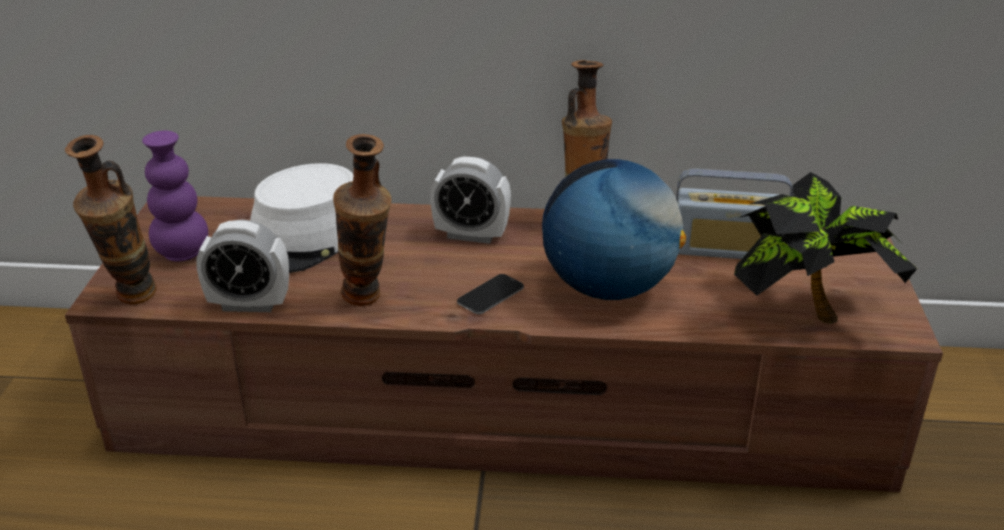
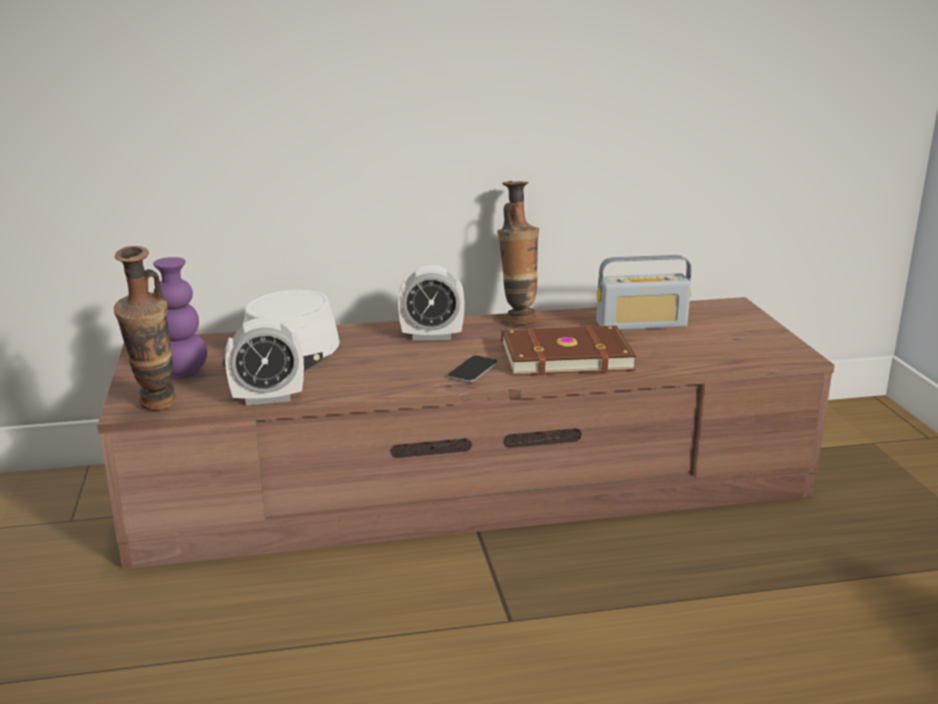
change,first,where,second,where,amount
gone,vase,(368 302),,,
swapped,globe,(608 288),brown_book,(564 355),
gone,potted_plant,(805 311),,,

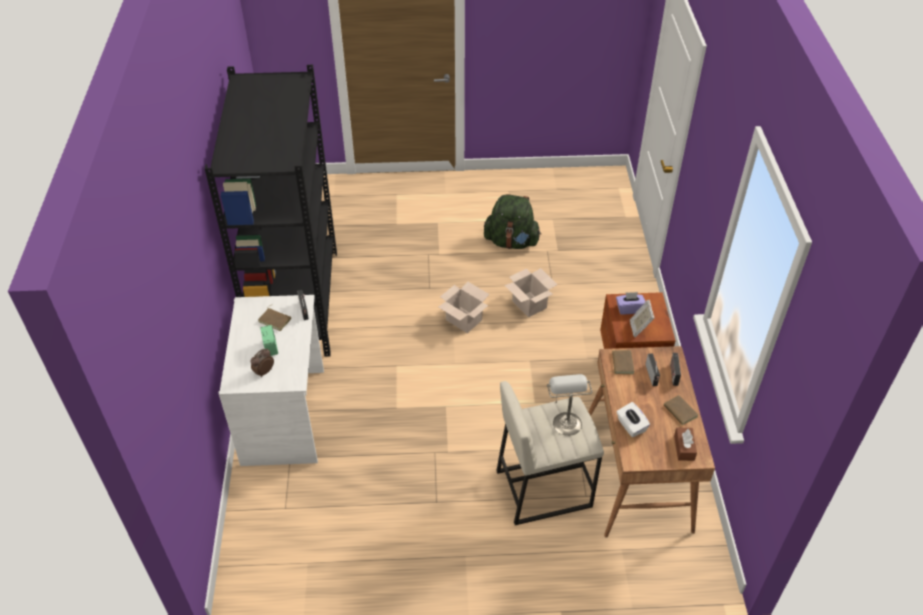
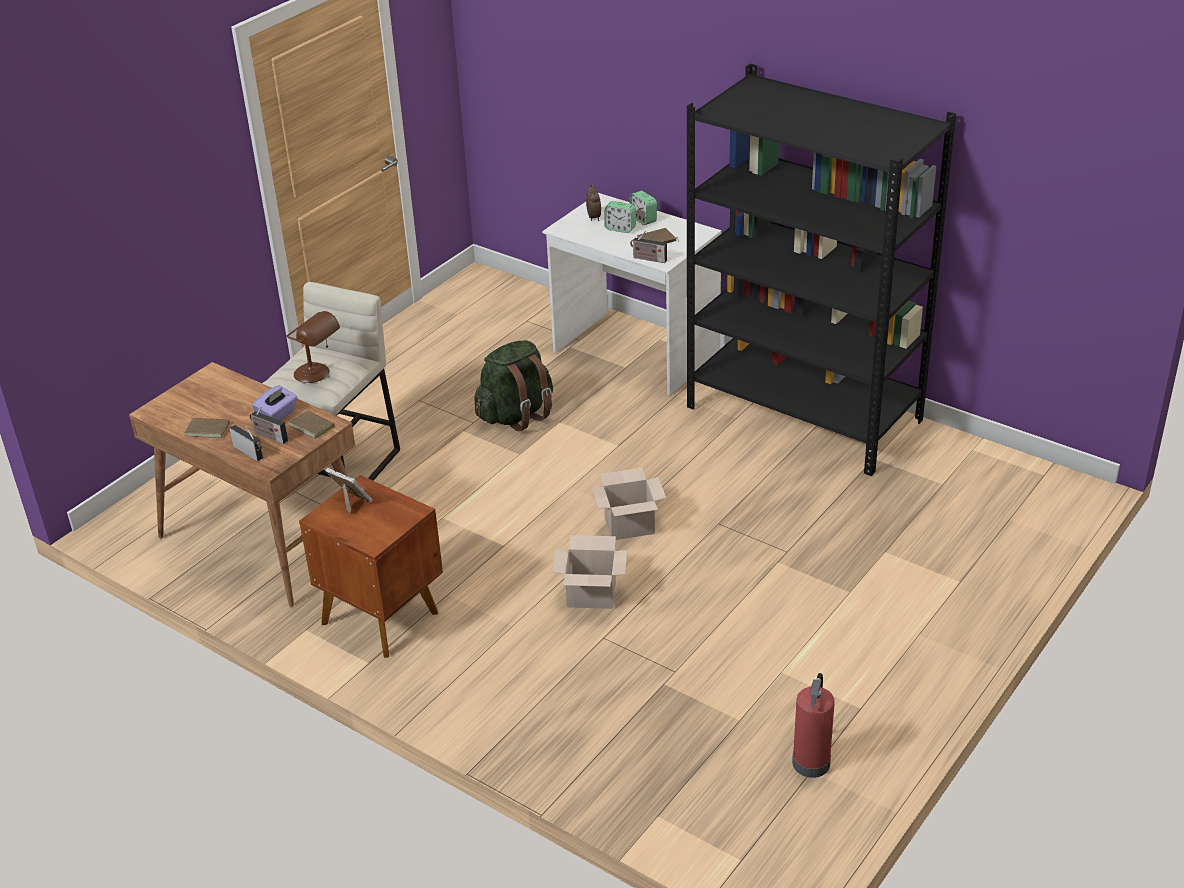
change,first,where,second,where,amount
shifted,green_backpack,(511 242),,(516 415),
shifted,purple_tissue_box,(629 309),,(277 415),
repainted,white_table_lamp,(565 418),brown_table_lamp,(318 374),
gone,white_tissue_box,(631 426),,,
gone,brown_tissue_box,(684 448),,,
new,,,alarm_clock,(643 219),
new,,,fire_extinguisher,(811 761),

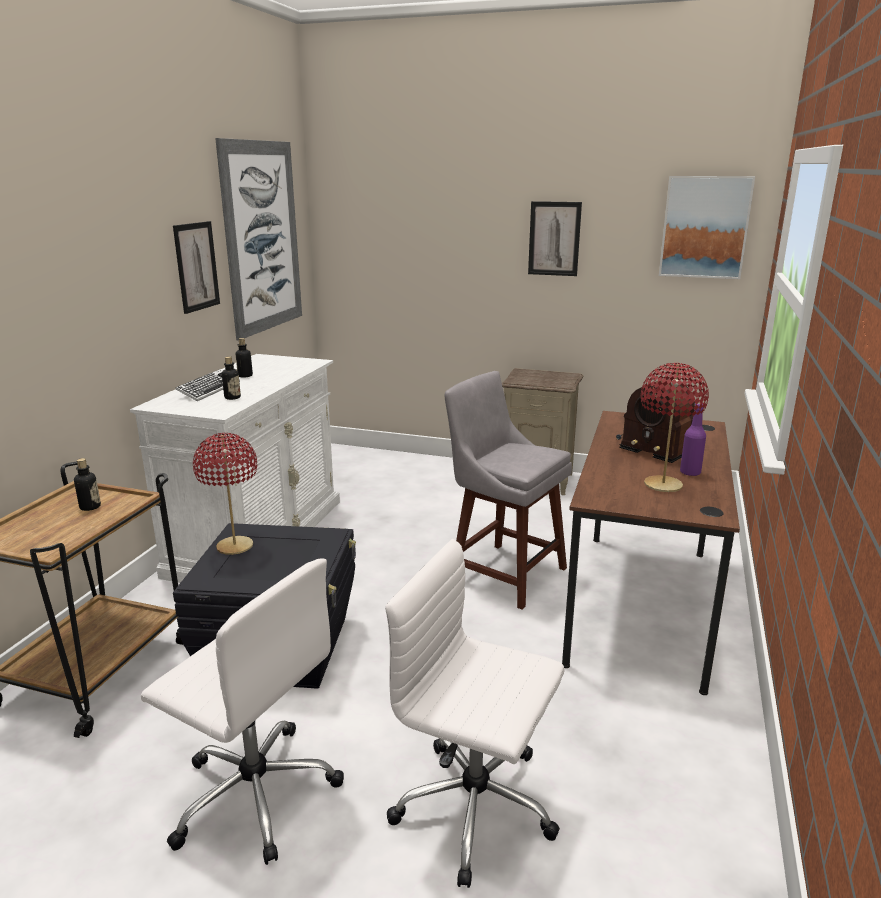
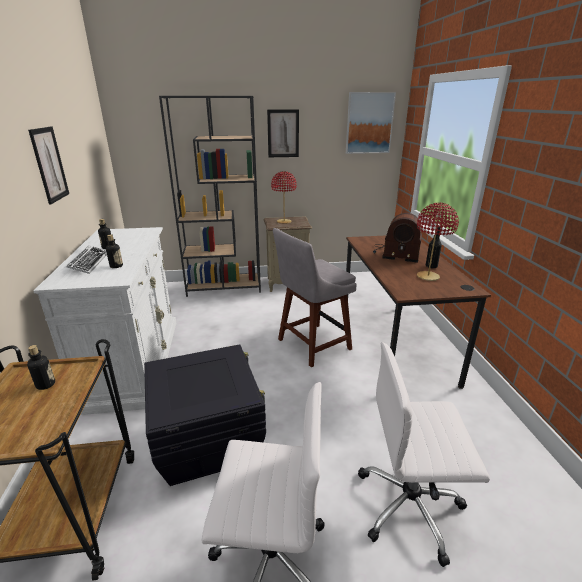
change,first,where,second,where,amount
gone,picture,(262 237),,,
rotated,grey_chair,(503 572),,(311 345),45 degrees counterclockwise
repainted,purple_bottle,(690 472),black_bottle,(431 266),
shifted,red_table_lamp,(235 546),,(284 222),
new,,,bookcase,(224 287),

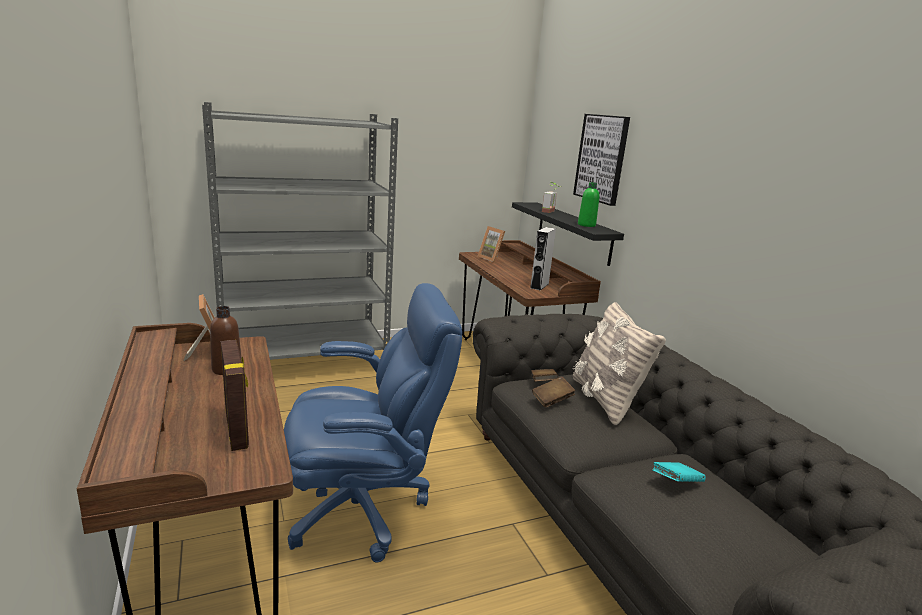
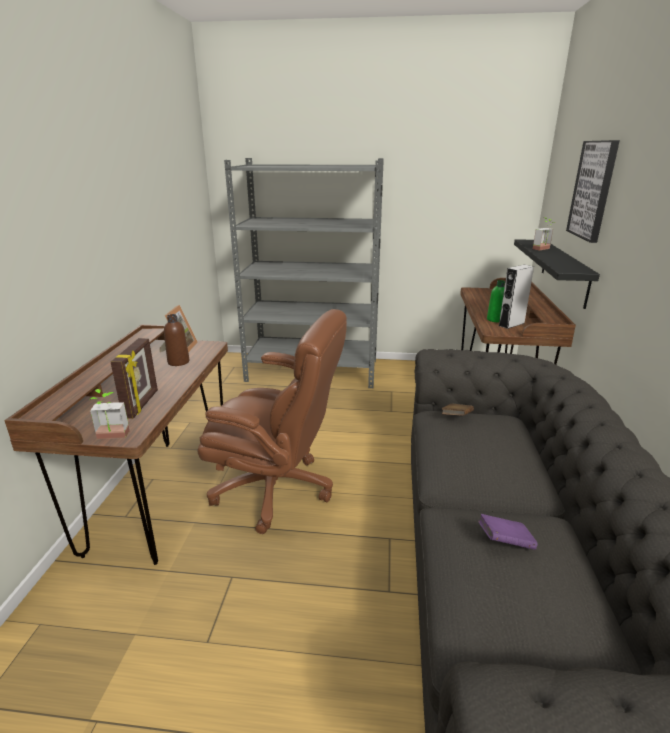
change,first,where,second,where,amount
shifted,green_bottle,(586 225),,(495 320),
gone,picture_frame,(491 258),,,
repainted,blue_office_chair,(364 511),brown_office_chair,(278 493),
gone,beige_pillow,(604 400),,,
gone,brown_book,(552 400),,,
repainted,turquoise_book,(676 482),purple_book,(505 542),
new,,,potted_plant,(111 437),

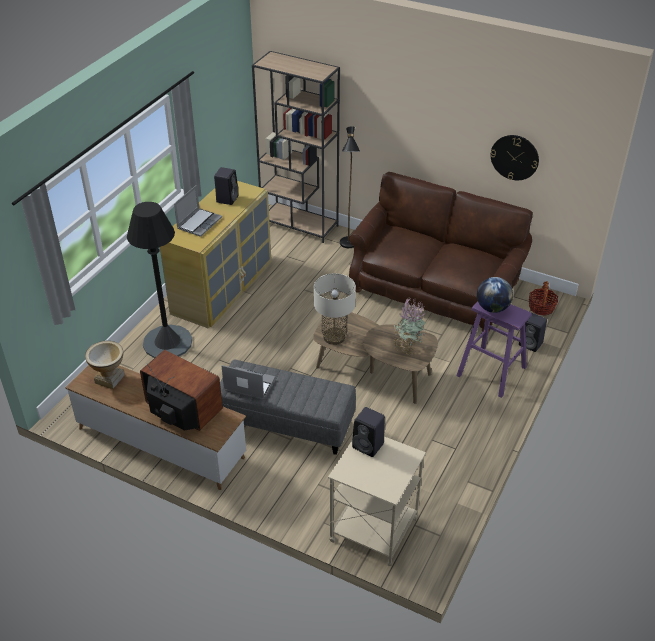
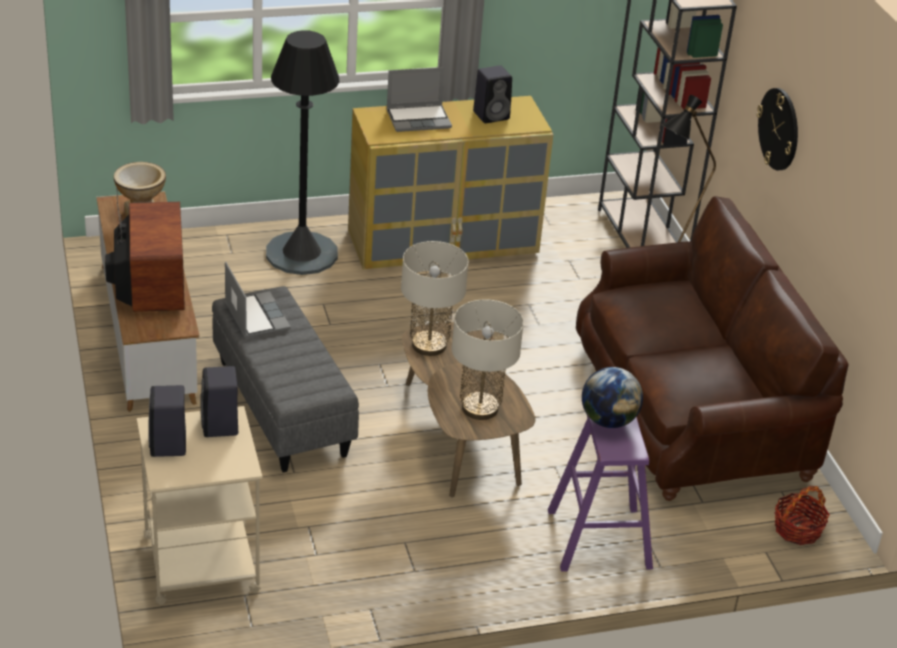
change,first,where,second,where,amount
shifted,wall_clock,(514 157),,(779 129),
swapped,potted_plant,(407 348),table_lamp,(480 408),
shifted,black_speaker,(531 344),,(168 446),

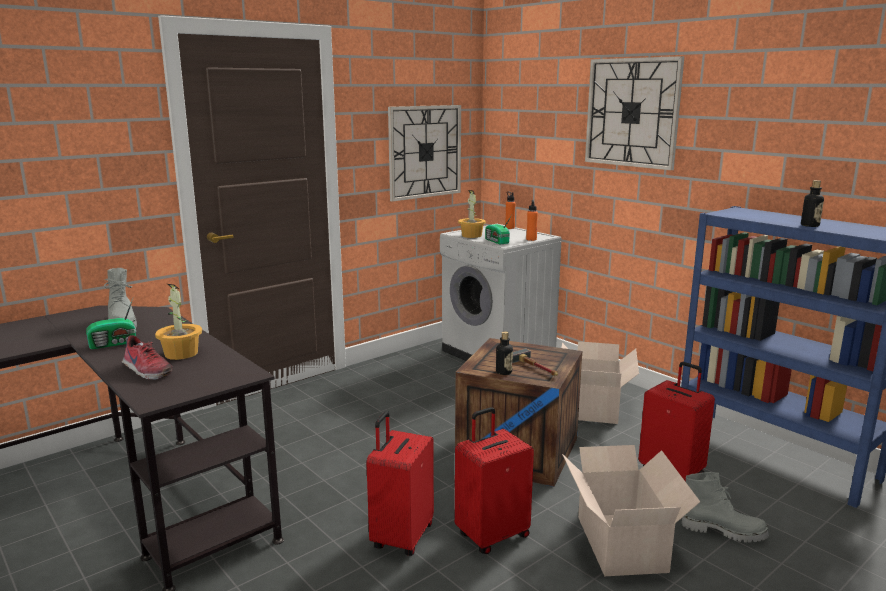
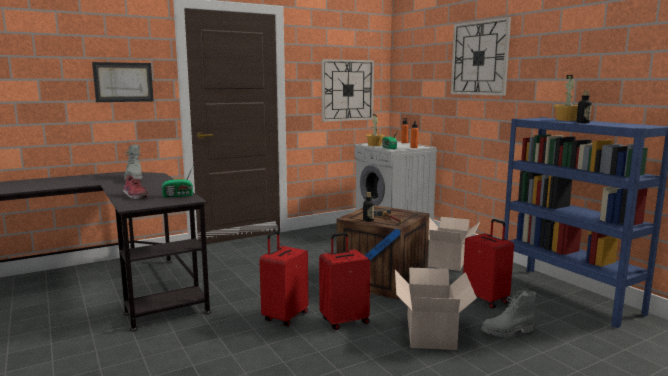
change,first,where,second,where,amount
shifted,potted_plant,(181 354),,(566 120),
shifted,radio,(114 344),,(179 196),
rotated,grey_boot,(723 530),,(508 332),135 degrees clockwise
new,,,picture,(123 82),

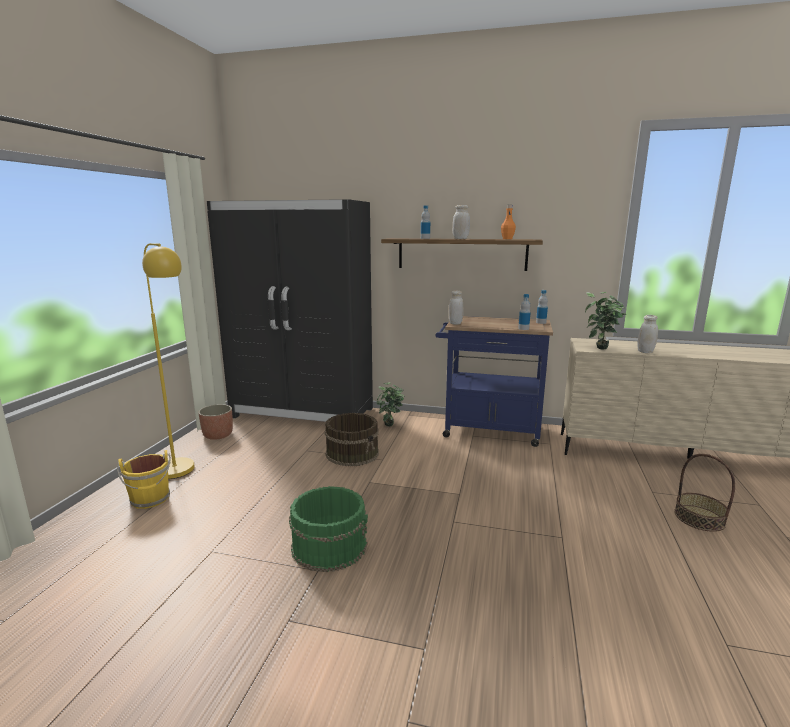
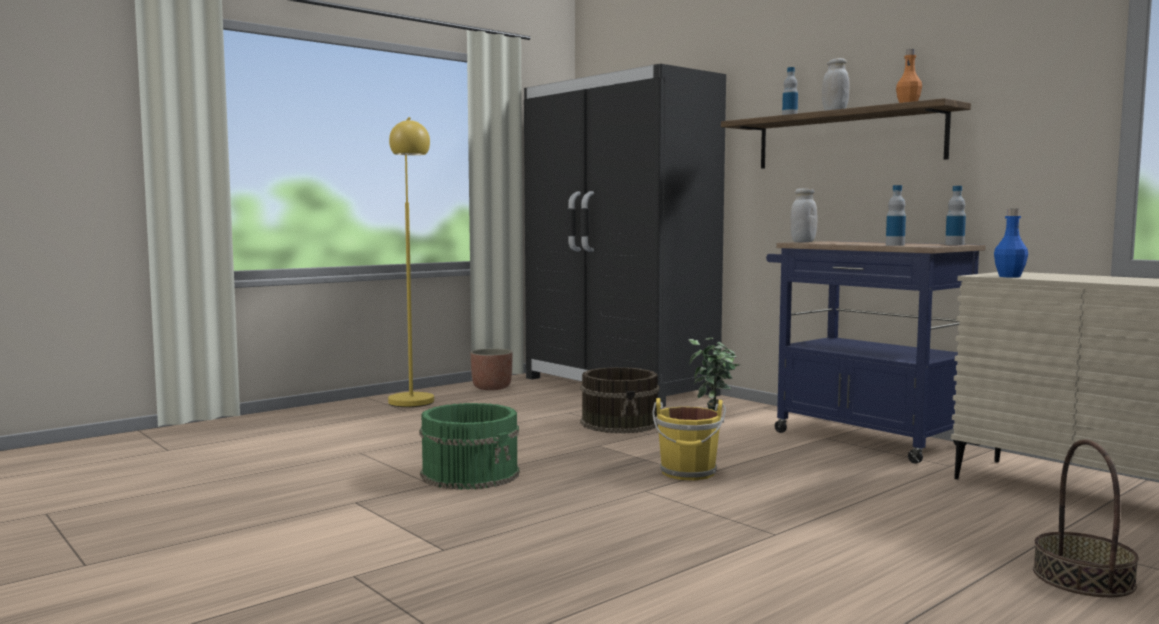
change,first,where,second,where,amount
swapped,potted_plant,(600 350),blue_bottle,(1009 276),
gone,white_jar,(645 352),,,
shifted,yellow_bucket,(150 499),,(688 473),

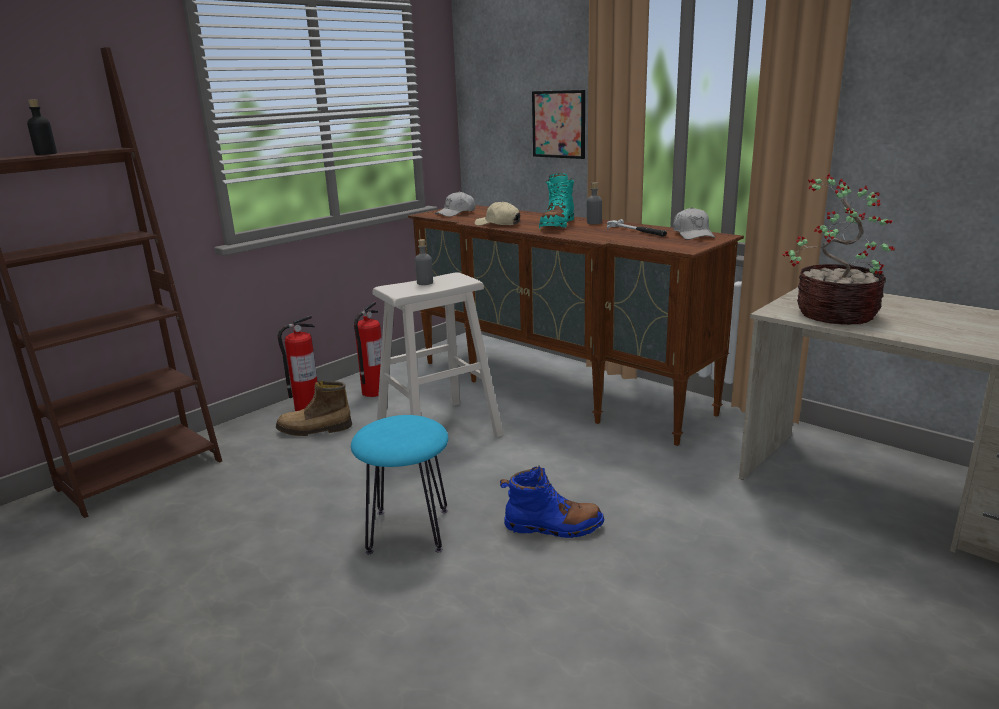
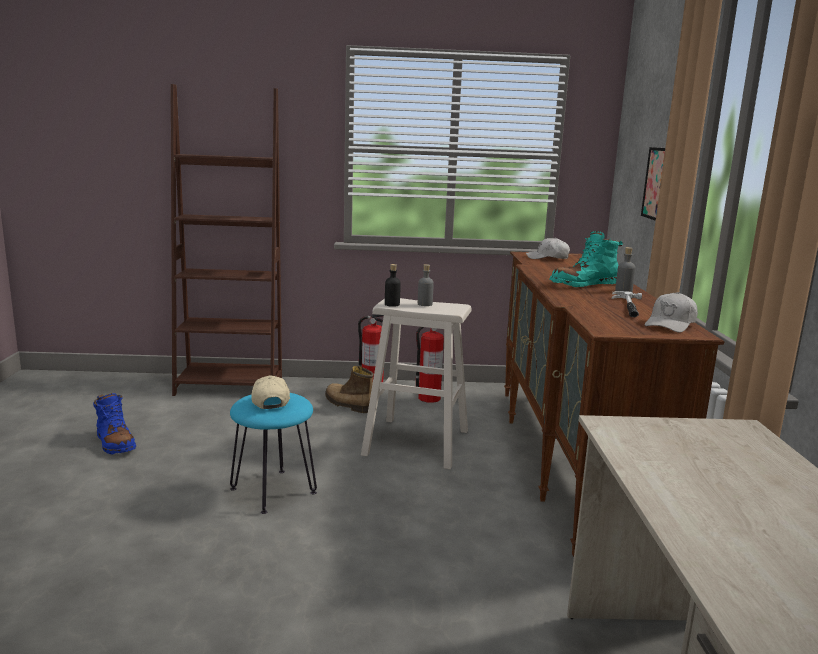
change,first,where,second,where,amount
shifted,black_bottle,(46 154),,(392 304),
gone,potted_plant,(833 314),,,
shifted,beige_cap,(498 224),,(270 401),
shifted,blue_boot,(553 527),,(115 443),

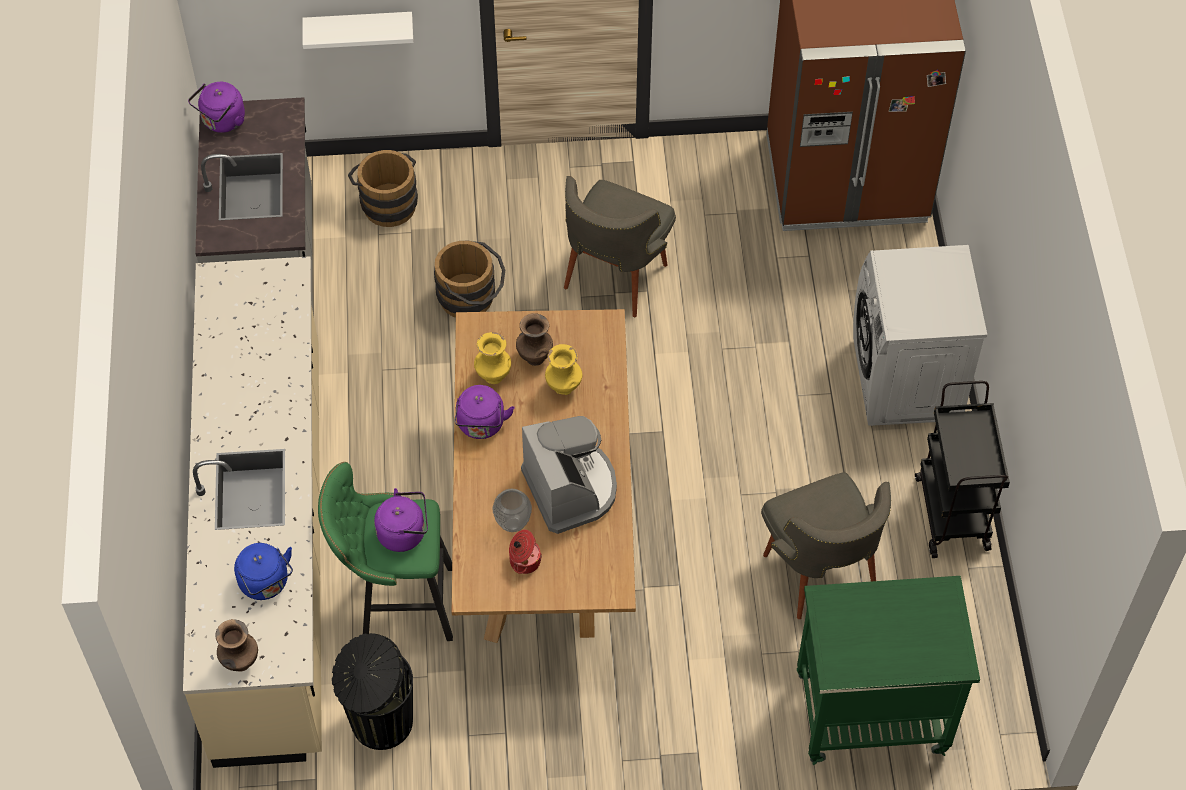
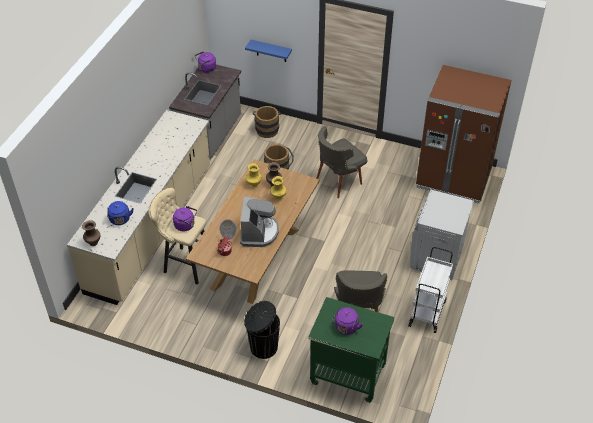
change,first,where,second,where,amount
repainted,white_shelf,(359 29),blue_shelf,(271 51),
repainted,black_cart,(952 514),white_cart,(427 313),
shifted,purple_kettle,(481 426),,(346 328),
repainted,green_stool,(394 603),beige_stool,(183 263),
shifted,black_trash_can,(380 722),,(262 347),

